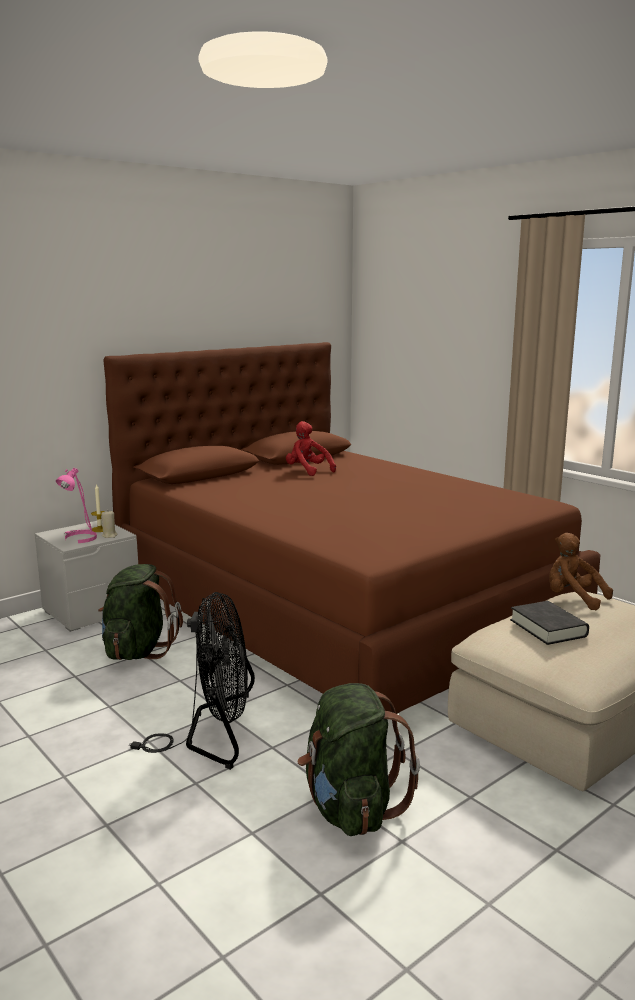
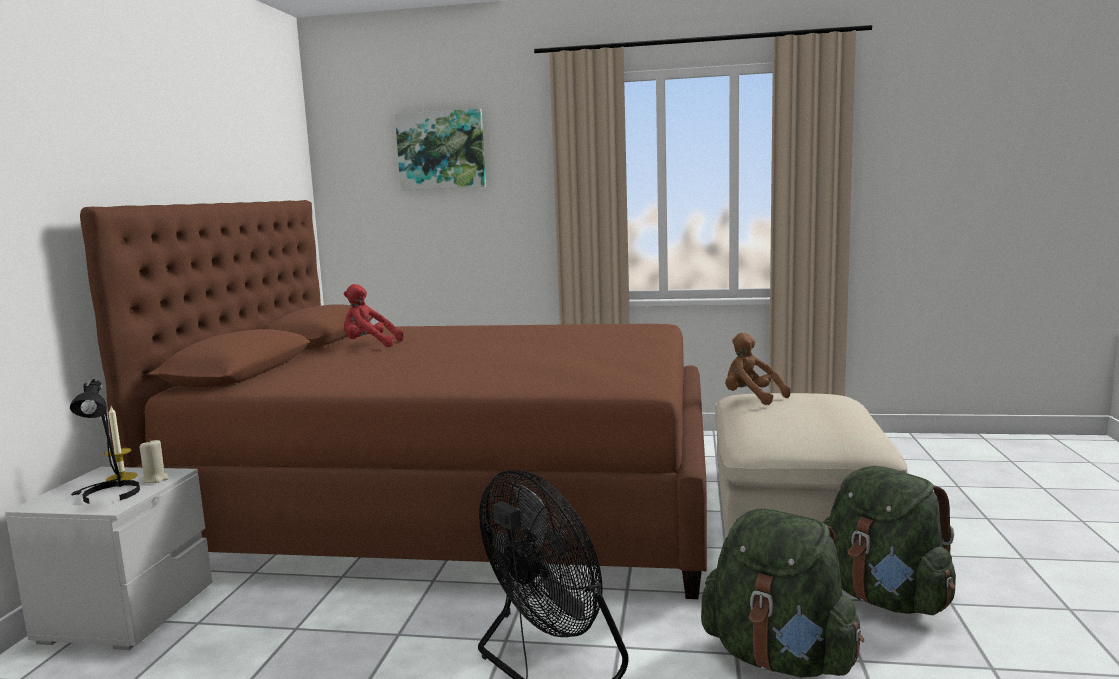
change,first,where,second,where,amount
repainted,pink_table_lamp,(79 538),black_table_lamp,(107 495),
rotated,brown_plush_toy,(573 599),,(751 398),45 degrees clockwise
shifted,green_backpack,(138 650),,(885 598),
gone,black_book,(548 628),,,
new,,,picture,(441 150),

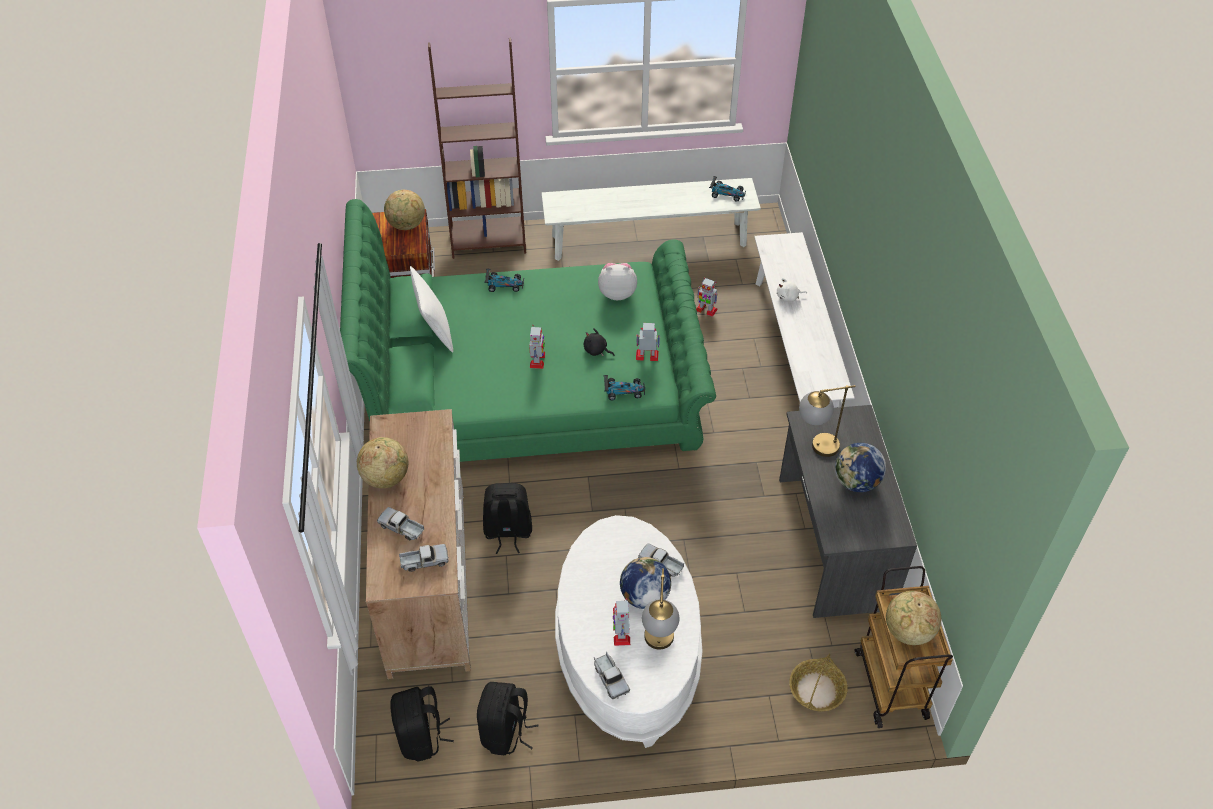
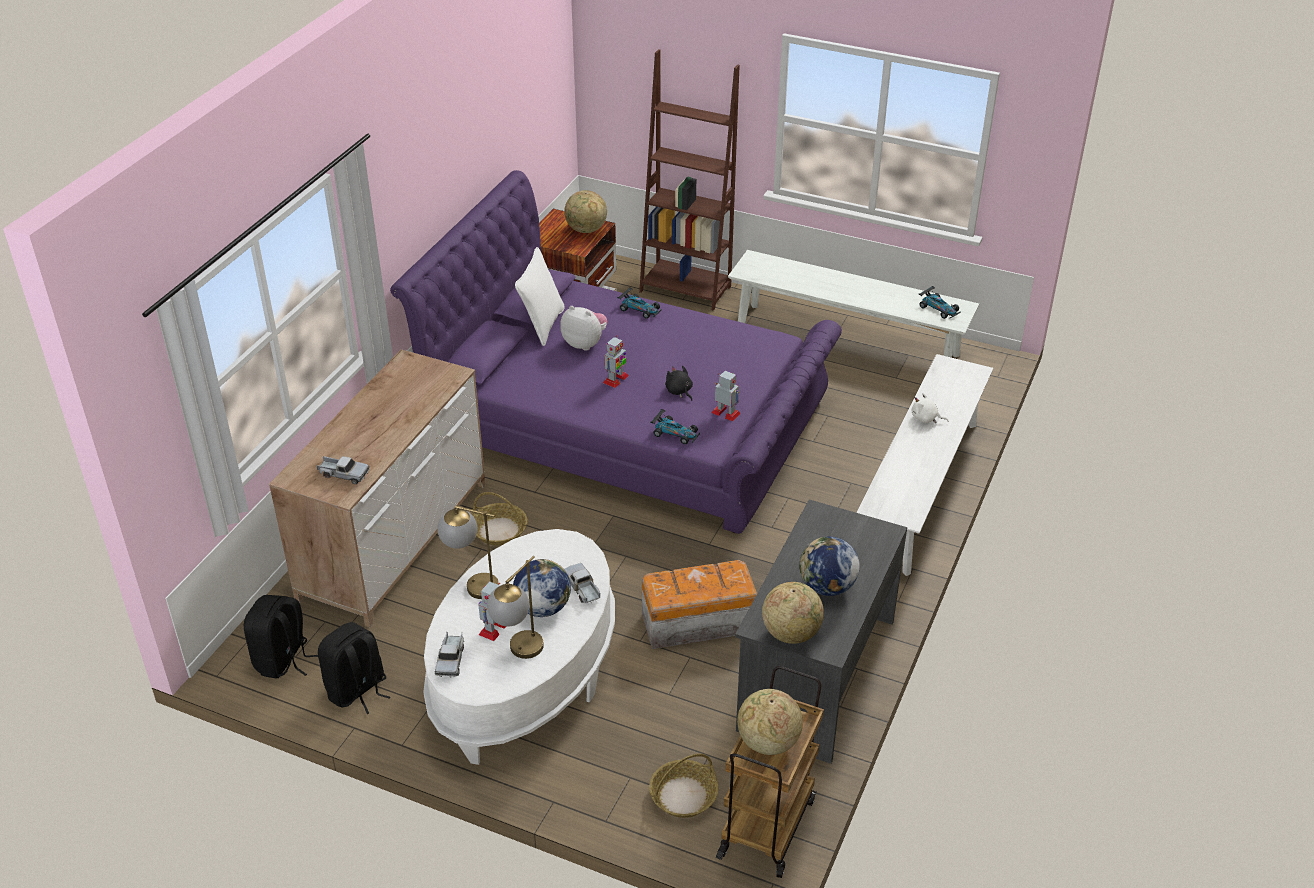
change,first,where,second,where,amount
repainted,green_bed,(532 384),purple_bed,(626 420),
shifted,plush_toy,(617 293),,(585 343),
gone,toy_robot,(705 309),,,
shifted,table_lamp,(815 448),,(471 585),
shifted,globe,(386 477),,(791 633),
swapped,black_backpack,(507 532),basket,(499 530),
gone,toy_truck,(402 528),,,
new,,,storage_box,(696 622),

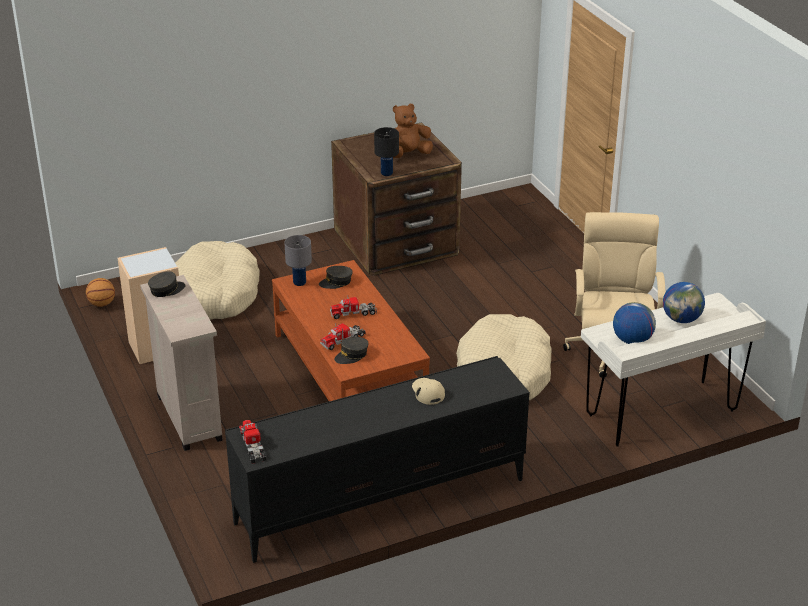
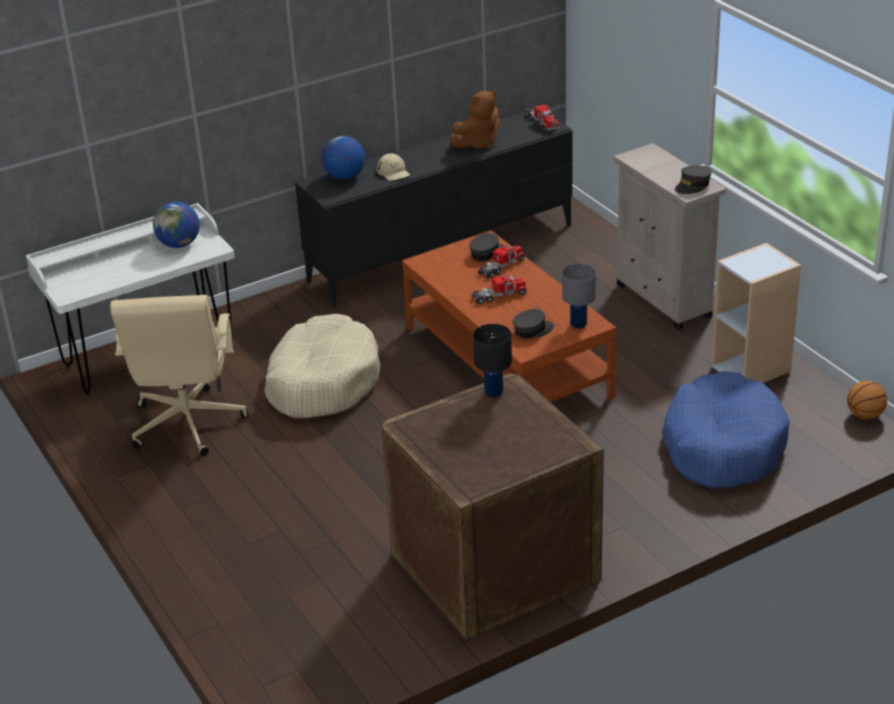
change,first,where,second,where,amount
shifted,brown_plush_toy,(408 155),,(478 143),
repainted,beige_dog_bed,(216 294),blue_dog_bed,(723 446),
shifted,globe,(681 319),,(344 177),

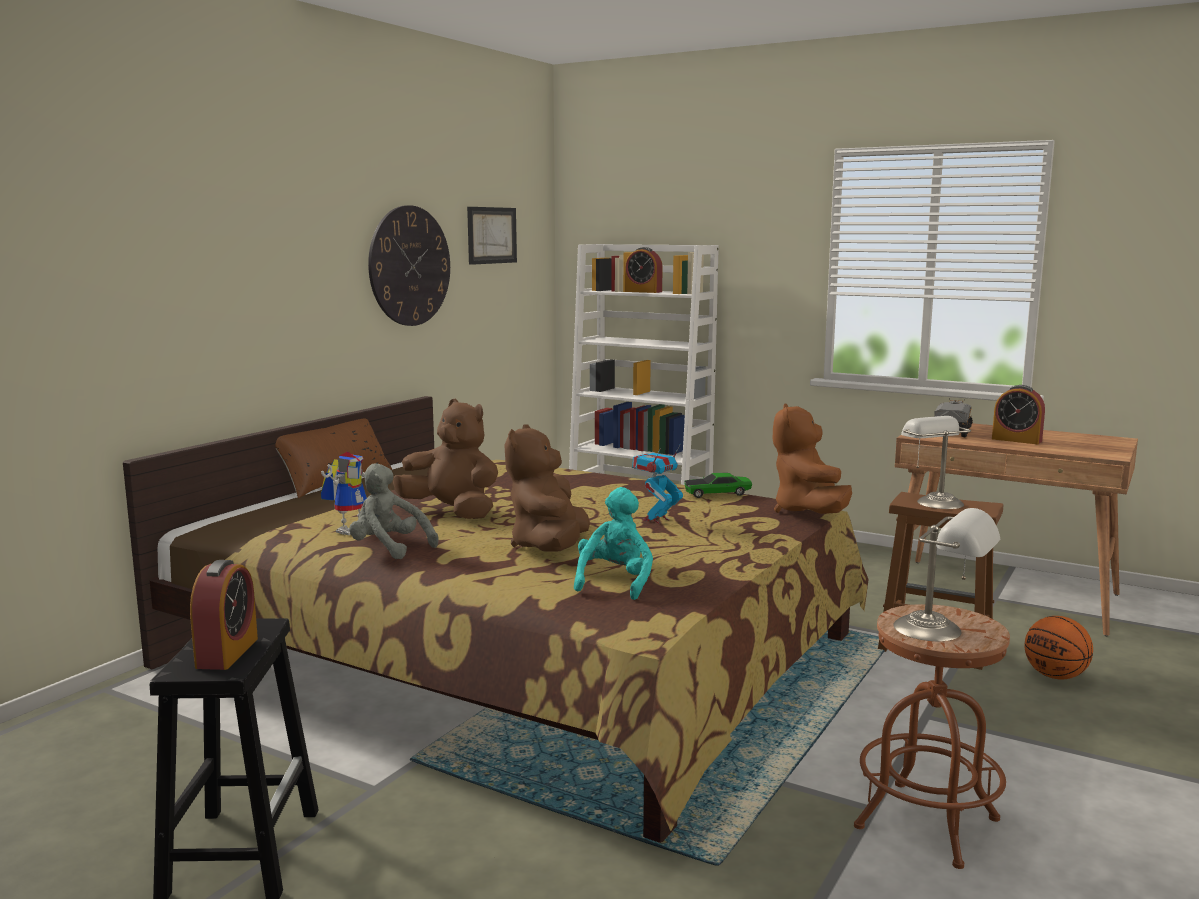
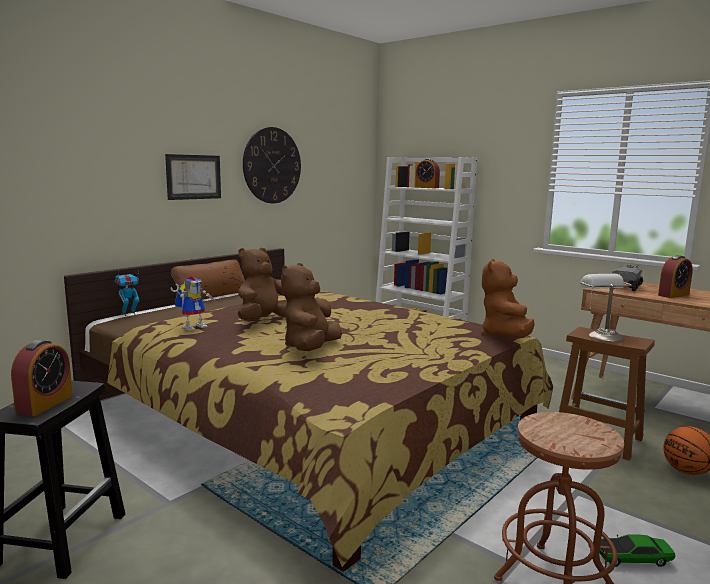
change,first,where,second,where,amount
shifted,picture,(491 235),,(193 177),
rotated,alarm_clock,(1016 440),,(673 295),75 degrees counterclockwise
rotated,brown_plush_toy,(452 512),,(264 320),90 degrees counterclockwise
shifted,toy_robot,(656 520),,(128 314),
gone,grey_plush_toy,(389 549),,,
shifted,toy_car,(717 494),,(633 558),
gone,turquoise_plush_toy,(615 582),,,
gone,white_table_lamp,(942 631),,,

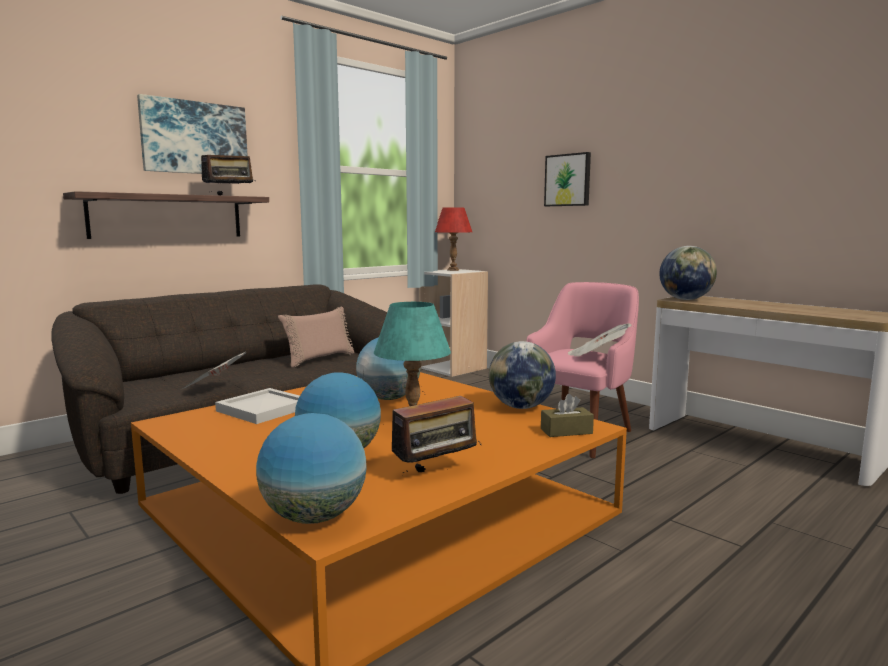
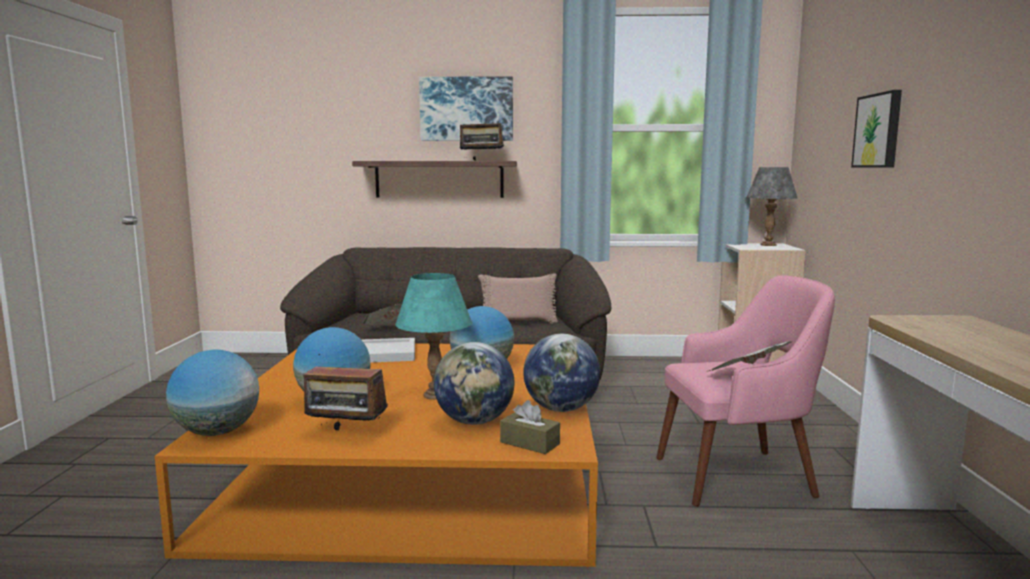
change,first,where,second,where,amount
repainted,red_table_lamp,(453 270),grey_table_lamp,(768 245),
shifted,globe,(686 299),,(475 421),

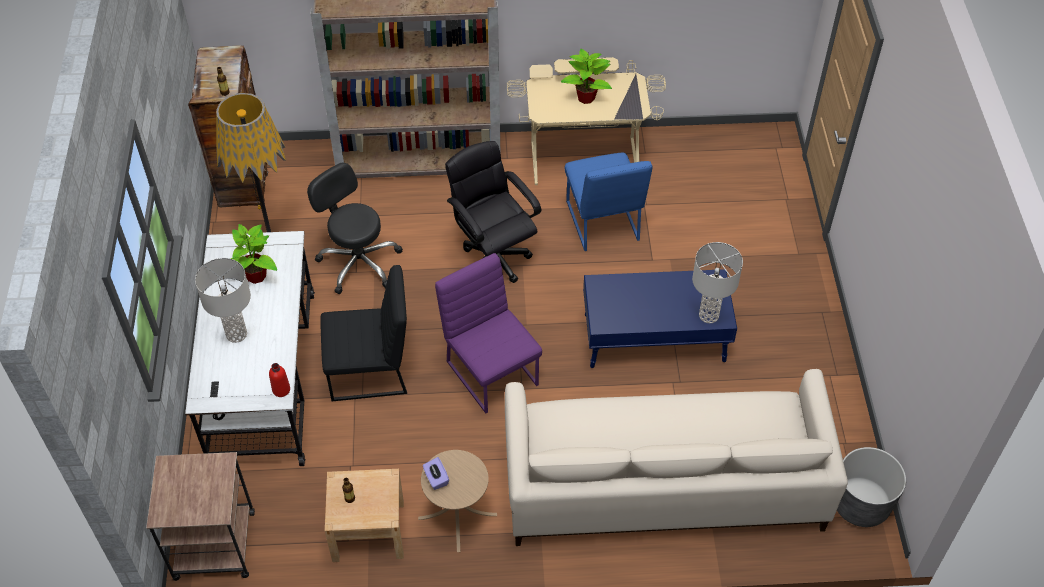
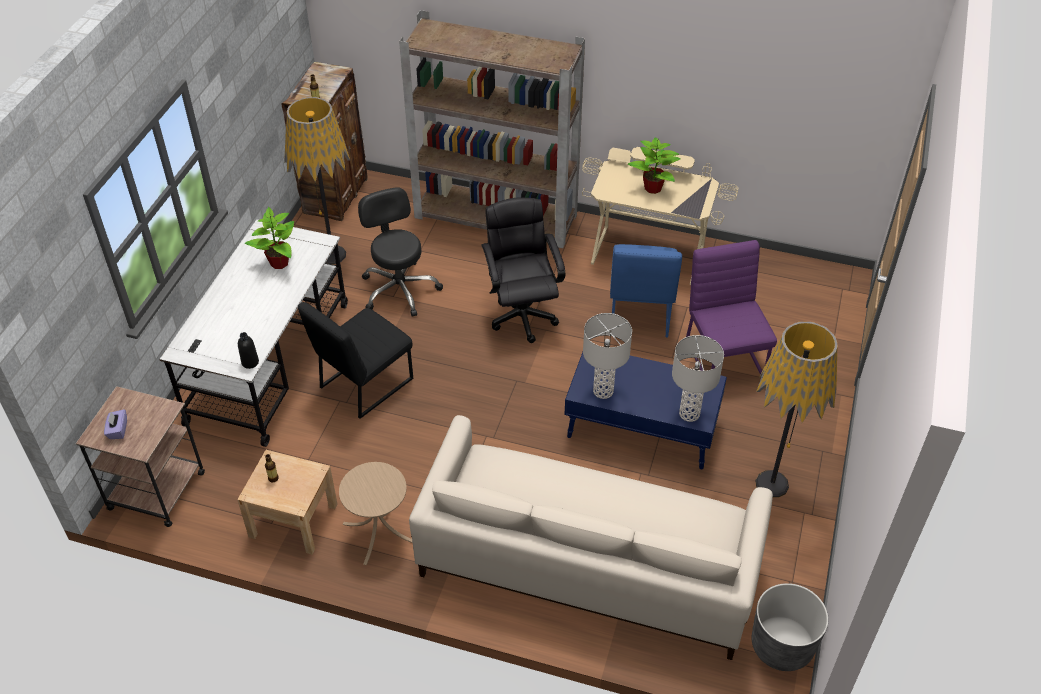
change,first,where,second,where,amount
shifted,purple_chair,(491 370),,(724 356),
shifted,white_table_lamp,(236 334),,(603 391),
rotated,black_chair,(371 372),,(364 384),120 degrees clockwise
repainted,red_bottle,(281 390),black_bottle,(250 362),
shifted,purple_tissue_box,(436 479),,(118 430),
new,,,floor_lamp,(772 484),

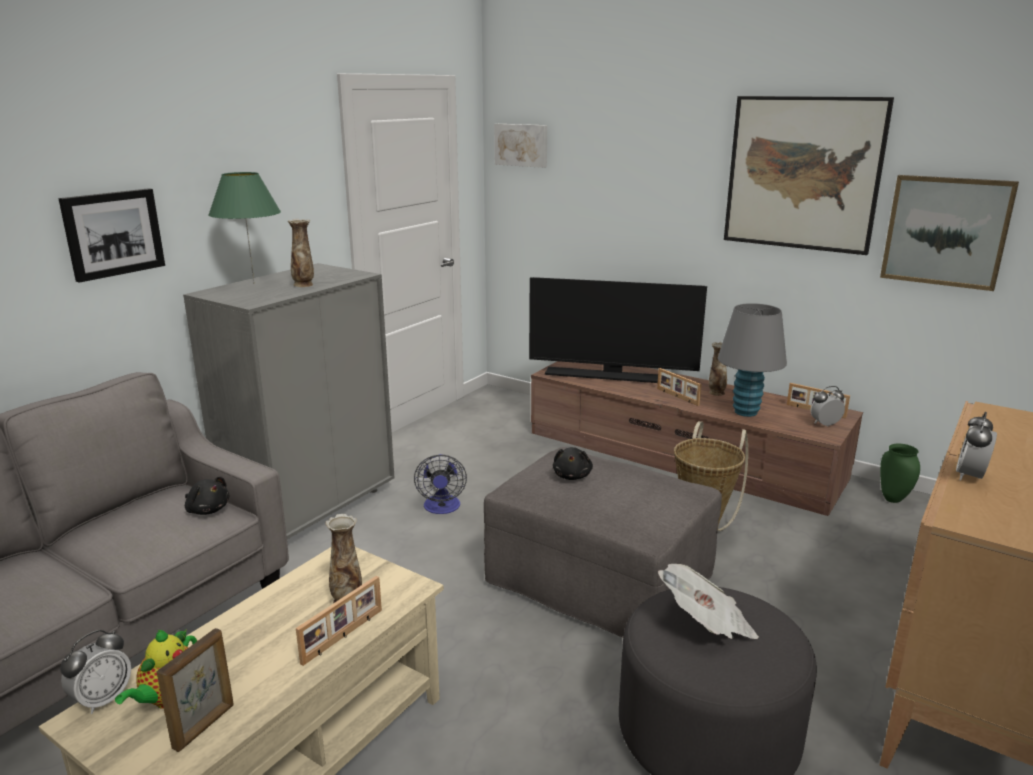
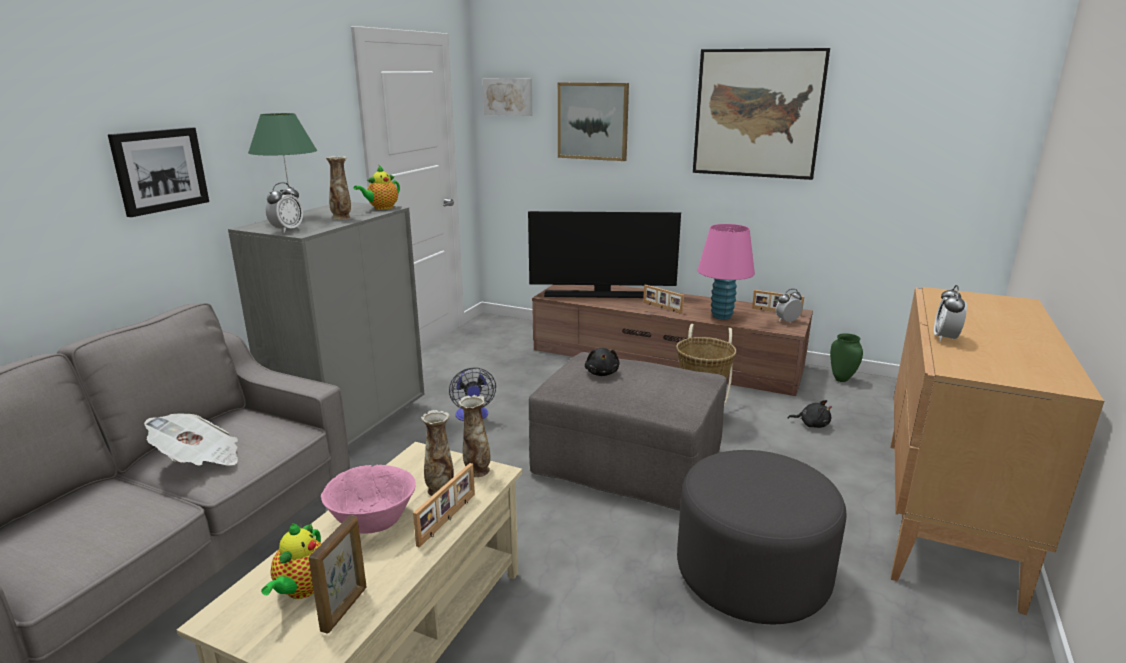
change,first,where,second,where,amount
shifted,picture,(946 231),,(593 121),
repainted,grey_table_lamp,(745 412),pink_table_lamp,(721 316),
shifted,vase,(716 393),,(477 471),
shifted,black_plush_toy,(207 510),,(812 424),
shifted,newspaper,(706 624),,(200 459),
shifted,alarm_clock,(103 699),,(287 230),
new,,,teapot,(381 208),
new,,,pink_bowl,(373 523),

